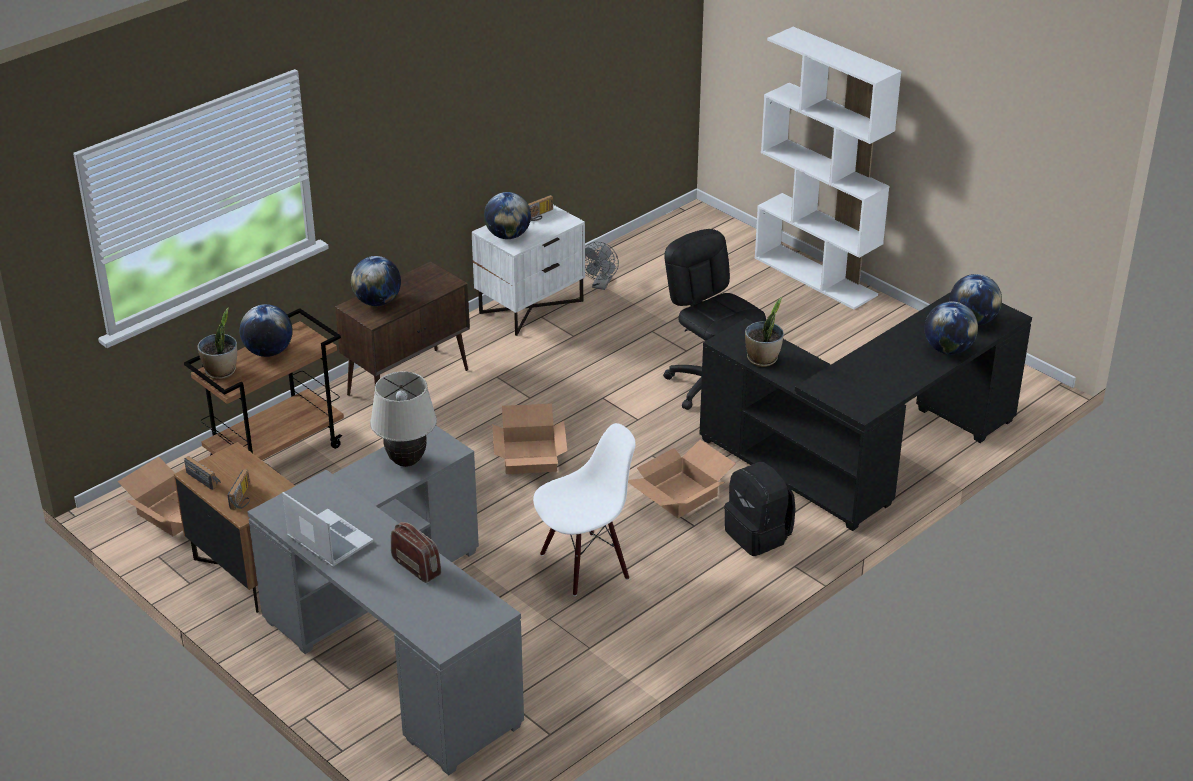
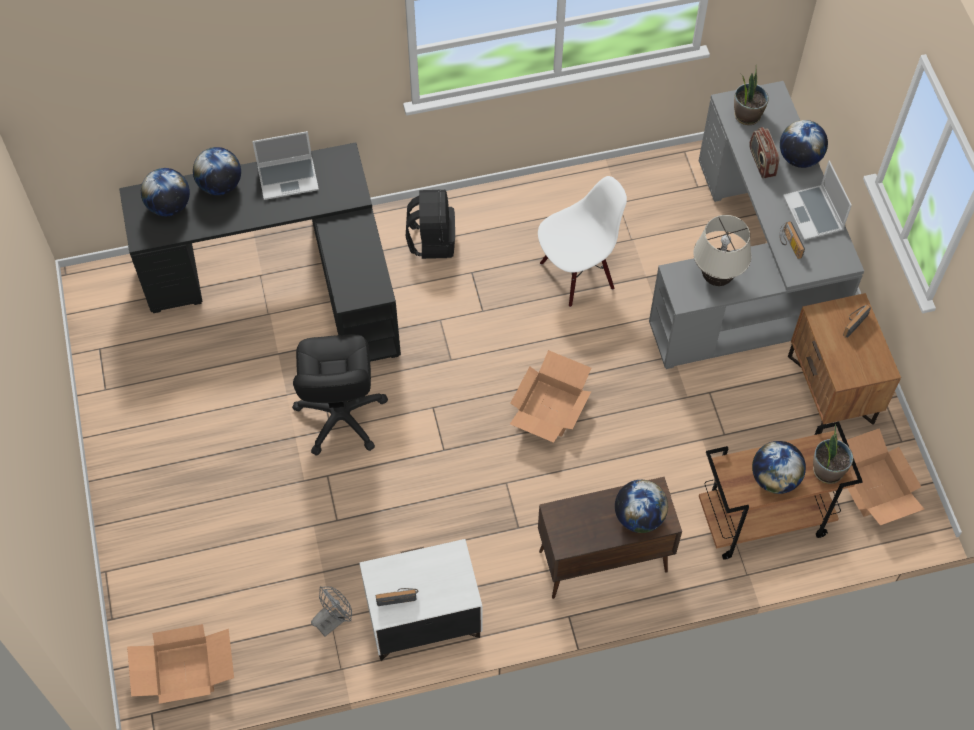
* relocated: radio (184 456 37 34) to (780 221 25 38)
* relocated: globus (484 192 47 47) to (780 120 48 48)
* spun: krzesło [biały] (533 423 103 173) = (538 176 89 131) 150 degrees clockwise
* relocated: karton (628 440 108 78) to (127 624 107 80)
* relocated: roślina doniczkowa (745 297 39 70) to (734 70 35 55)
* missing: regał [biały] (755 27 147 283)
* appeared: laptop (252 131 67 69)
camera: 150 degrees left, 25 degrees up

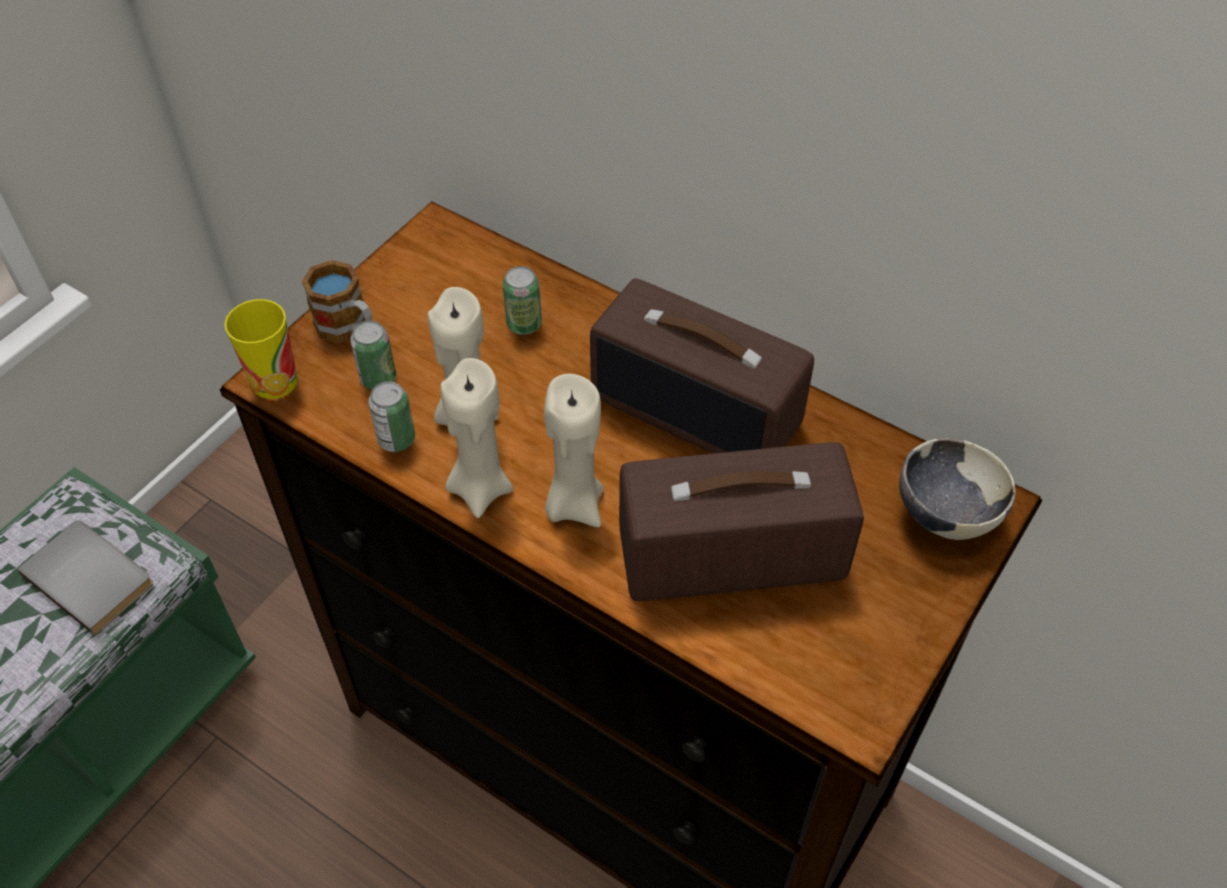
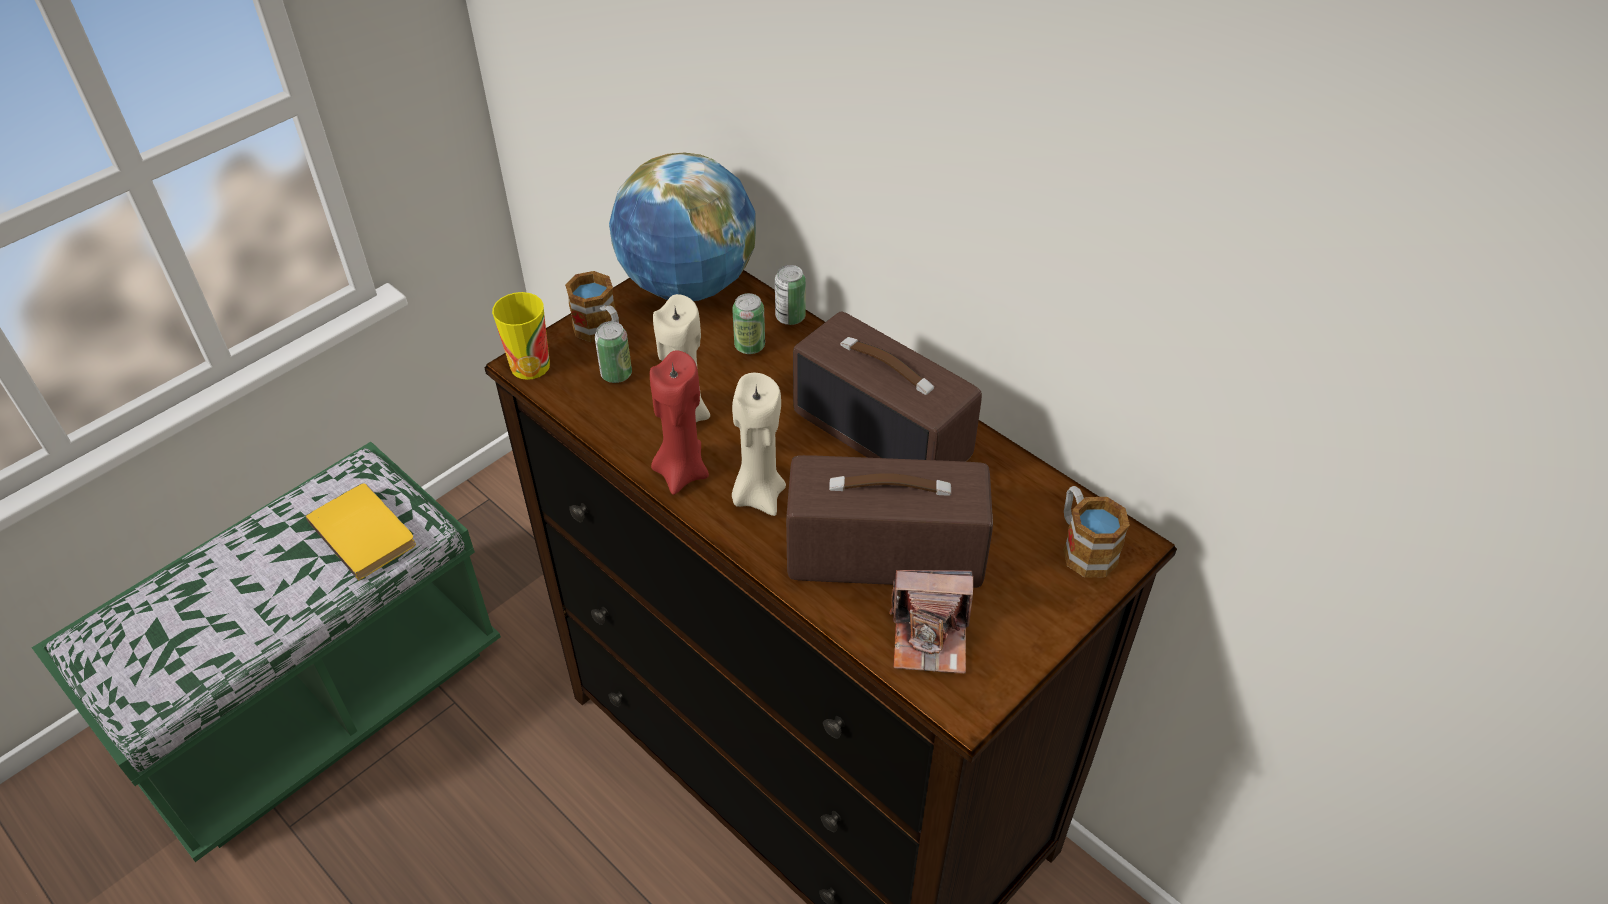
* colour: książka [szary] (17 520 136 116) to książka [żółty] (306 483 110 98)
* relocated: puszka (368 381 47 71) to (775 265 31 60)
* colour: świeca [beżowy] (440 358 73 160) to świeca [czerwony] (650 350 59 145)
* exchanged: miska (899 438 117 102) to kubek (1063 486 67 92)
* appeared: globus (609 152 147 149)
* appeared: aparat fotograficzny (889 570 84 104)
camera: 10 degrees right, 5 degrees down

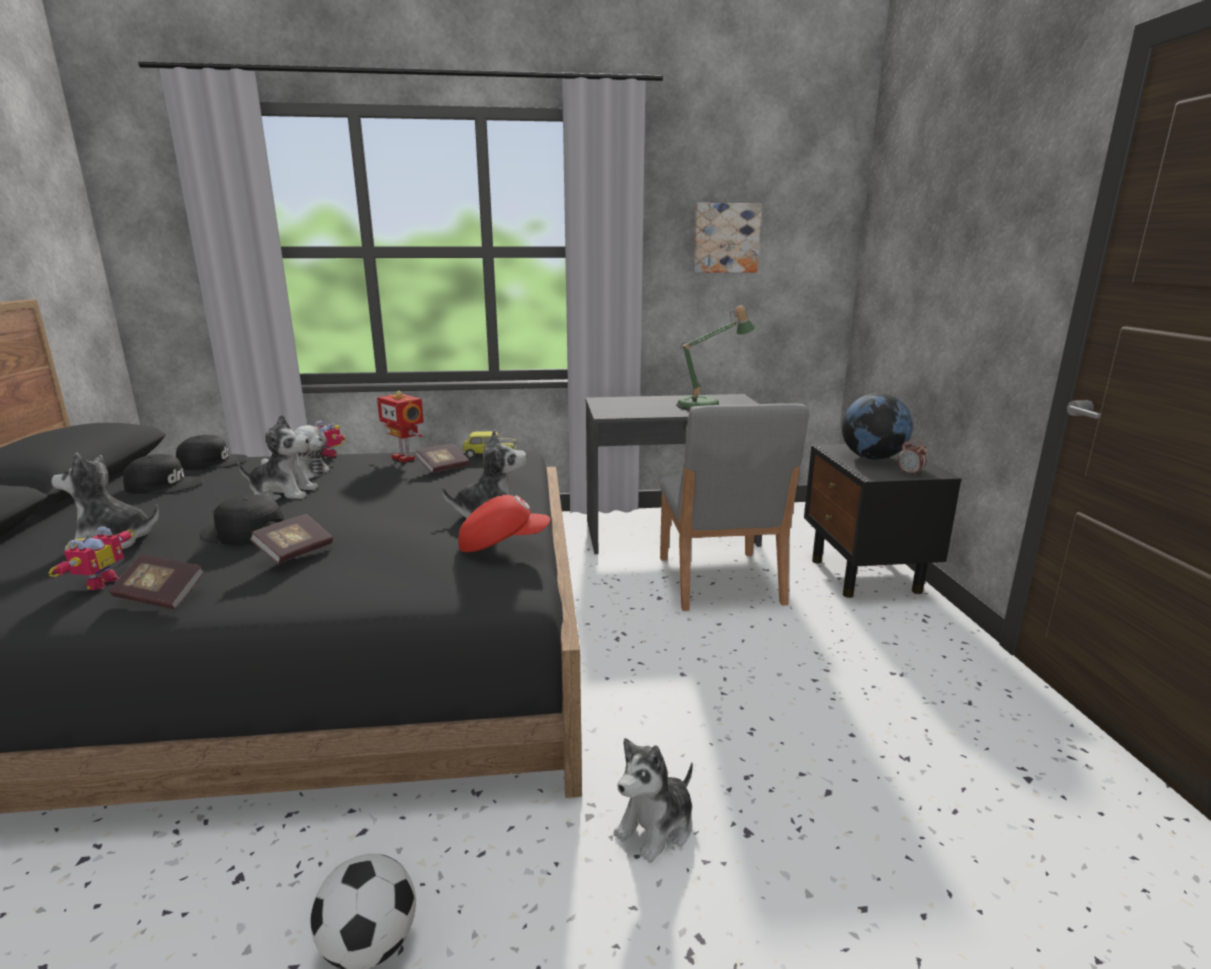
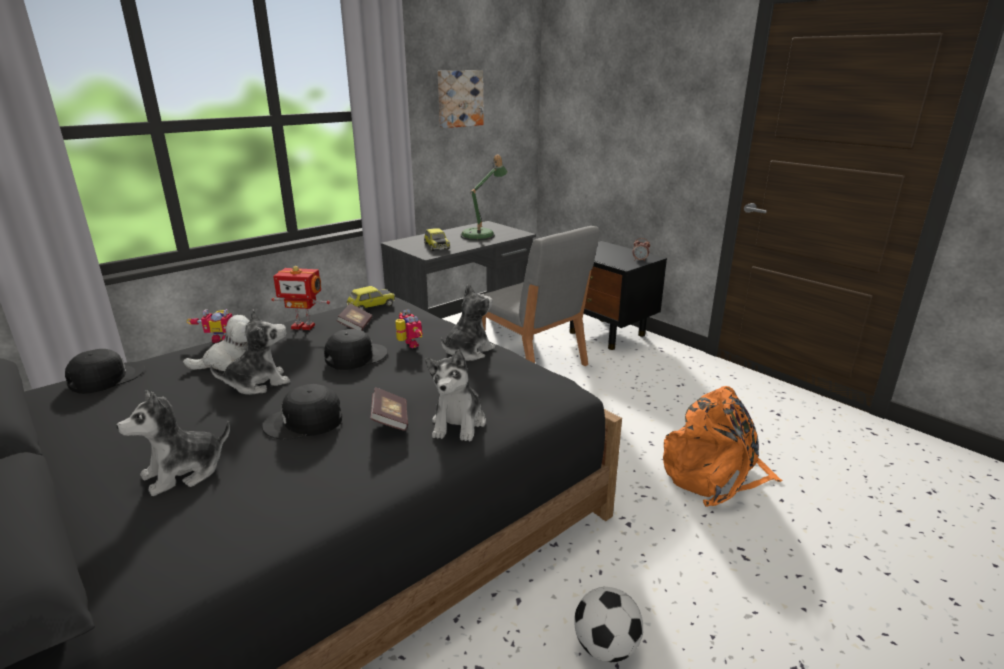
* relocated: robot zabawkowy (49 526 85 64) to (396 310 27 38)
* missing: książka (109 554 96 55)
* relocated: czapka z daszkiem [czarny] (123 454 80 40) to (324 329 64 41)
* missing: czapka z daszkiem [czerwony] (458 495 92 57)
* relocated: pluszak (613 738 80 125) to (425 349 61 92)
* missing: globus (842 393 71 67)
* appeared: samochodzik (424 228 26 23)
* appeared: plecak [pomarańczowy] (663 386 120 121)
camera: 35 degrees left, 5 degrees up

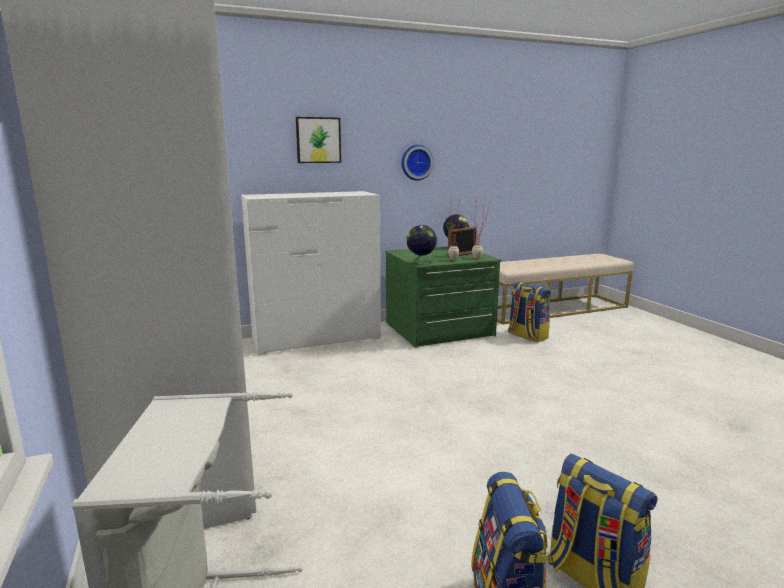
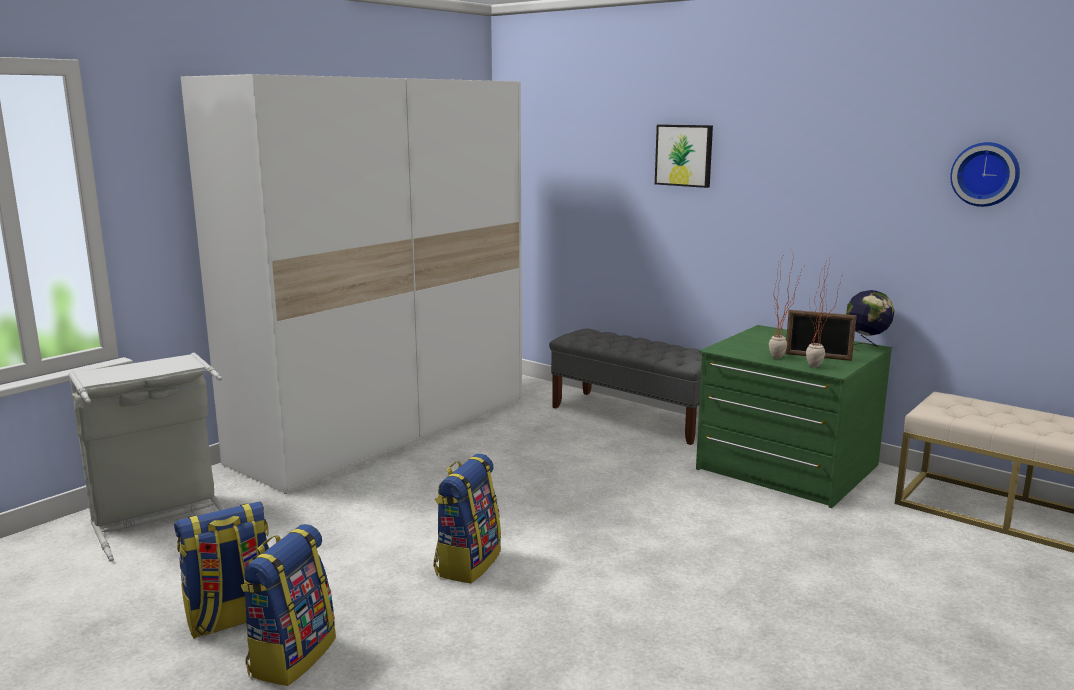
* exchanged: komoda [biały] (241 191 140 164) to ławka [szary] (549 328 153 117)
* relocated: zegar ścienny (402 145 31 36) to (950 142 70 65)
* missing: globus (407 225 30 40)
* relocated: plecak (508 282 42 61) to (433 454 68 129)
camera: 60 degrees right, 0 degrees up

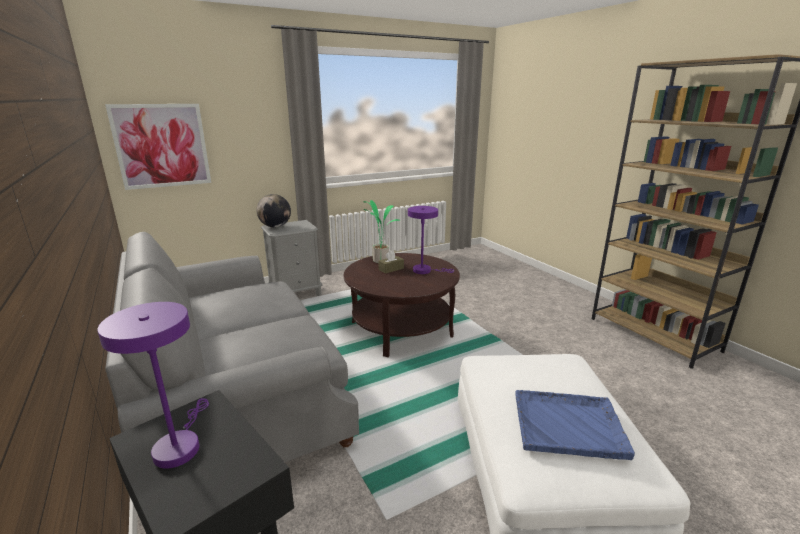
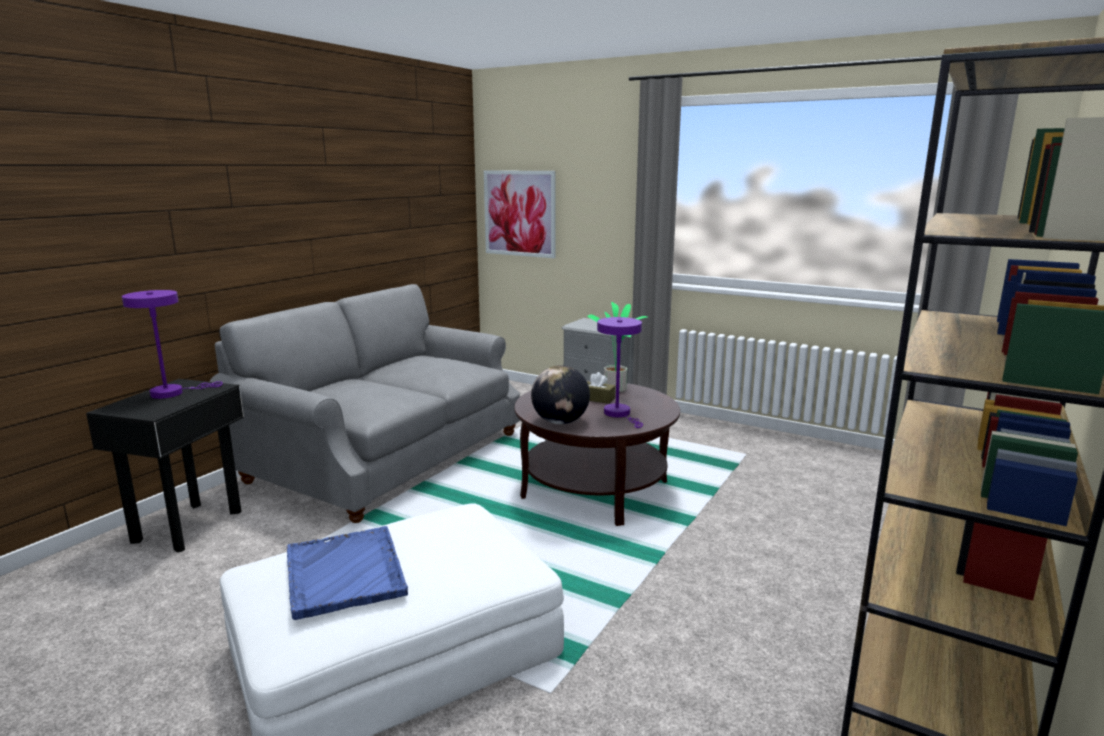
* relocated: globus (257 194 34 33) to (531 365 59 59)
camera: 60 degrees right, 5 degrees down

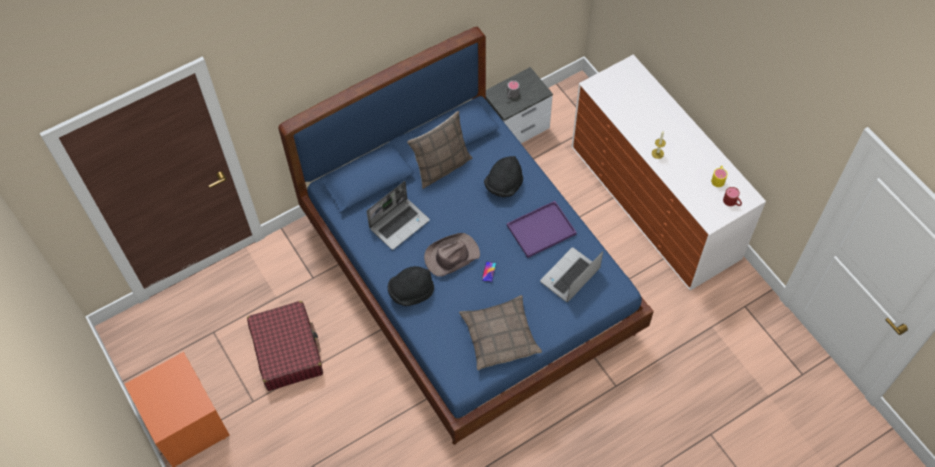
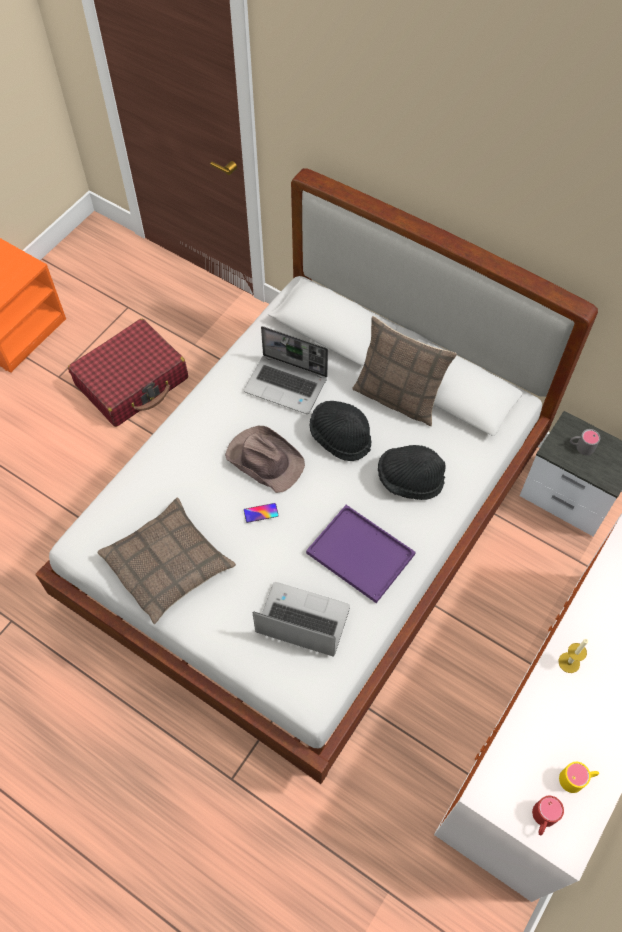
* colour: łóżko [niebieski] (278 27 376 418) to łóżko [biały] (35 168 563 616)
* relocated: kapelusz [czarny] (388 266 46 40) to (309 401 63 60)
camera: 65 degrees right, 0 degrees up

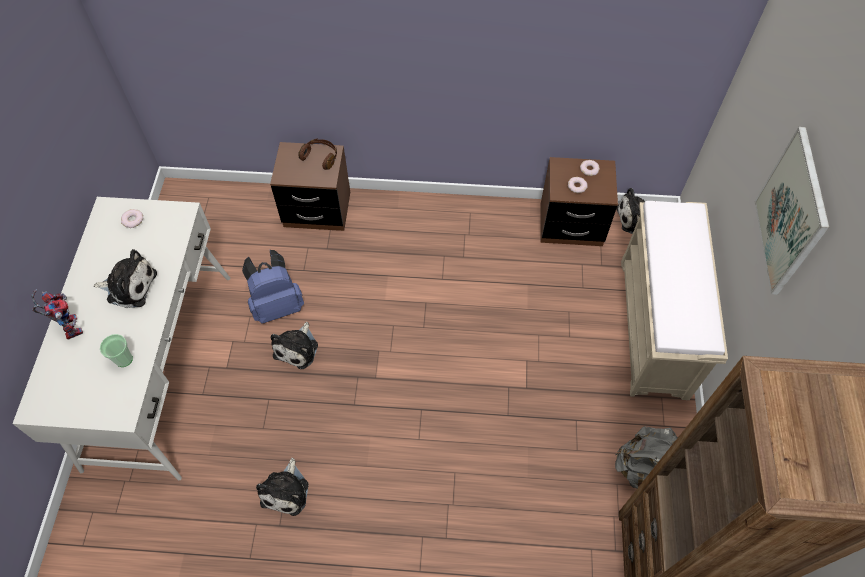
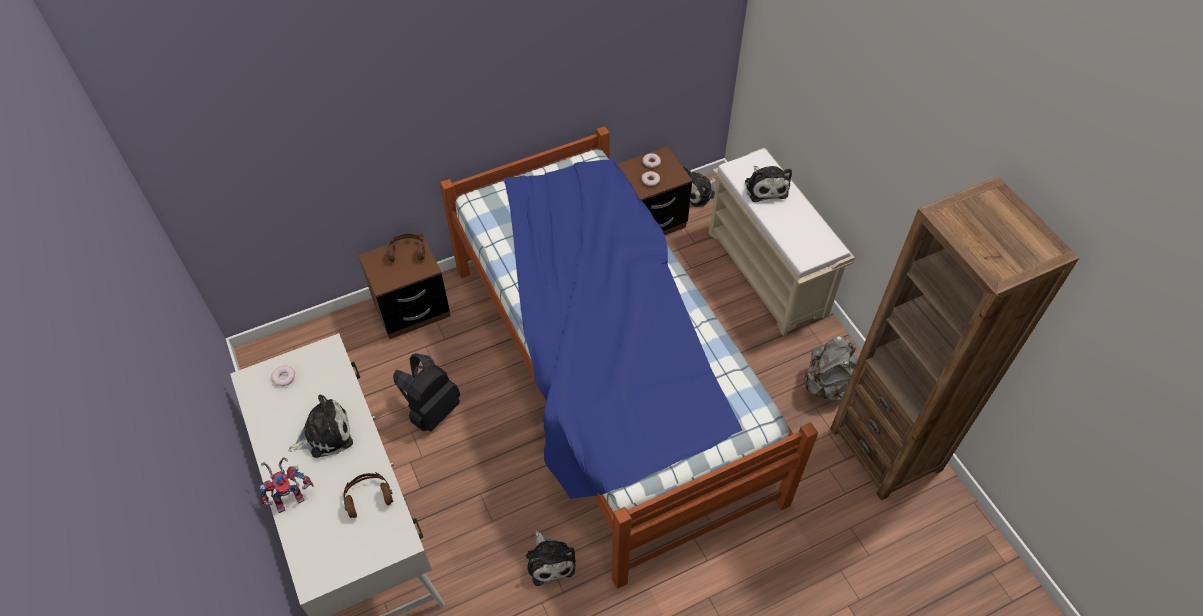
* spun: robot zabawkowy (31 289 52 50) = (260 457 54 56) 120 degrees clockwise
* exchanged: filiżanka (100 334 33 33) to słuchawki [brązowy] (344 472 49 46)
* colour: plecak [niebieski] (242 250 62 74) to plecak [czarny] (393 353 67 79)
* relocated: pluszak (271 322 47 47) to (745 166 47 36)
* missing: obraz (754 127 75 168)
* appeared: łóżko (440 126 378 463)
camera: 30 degrees left, 5 degrees down

